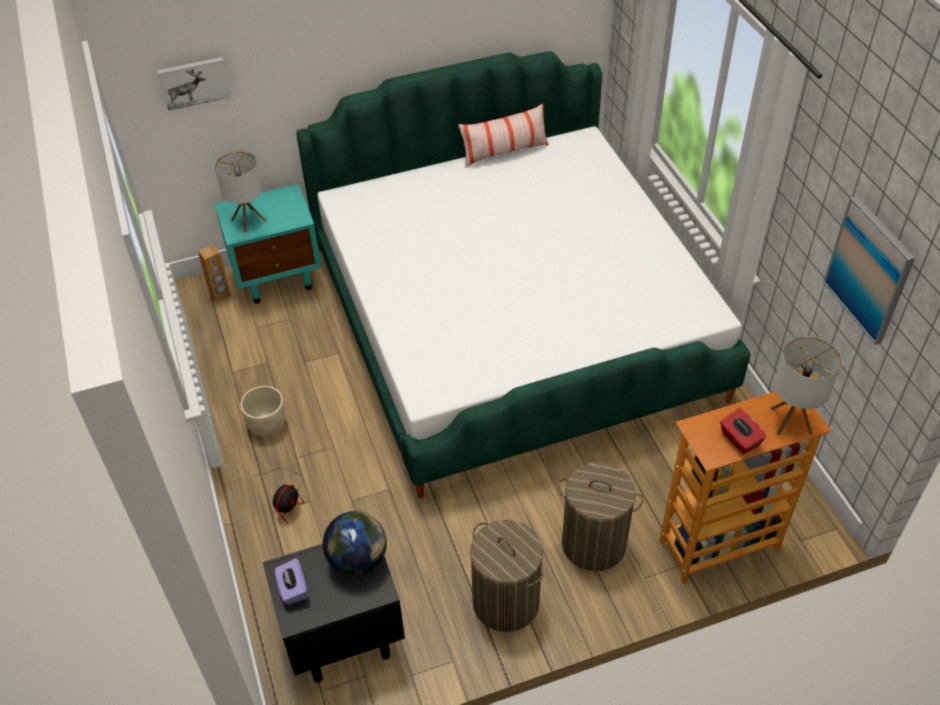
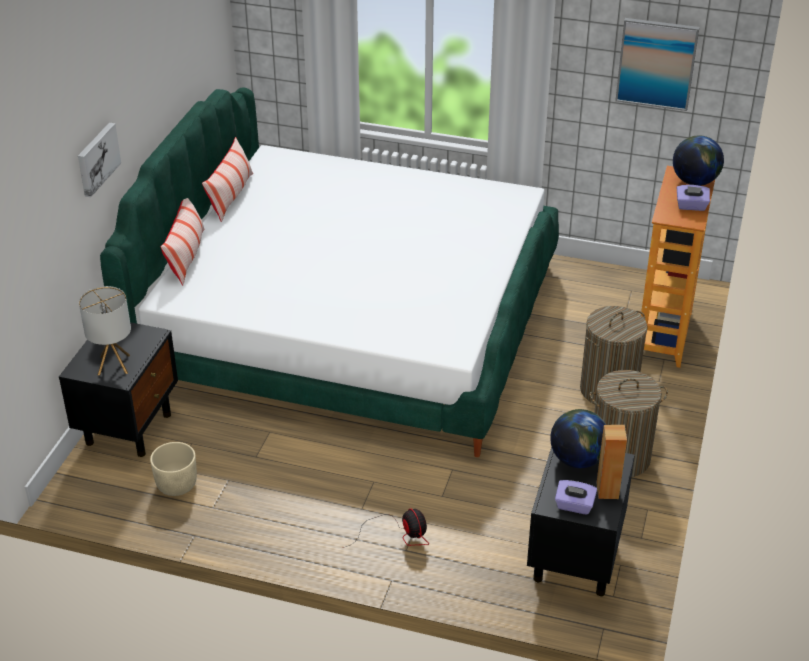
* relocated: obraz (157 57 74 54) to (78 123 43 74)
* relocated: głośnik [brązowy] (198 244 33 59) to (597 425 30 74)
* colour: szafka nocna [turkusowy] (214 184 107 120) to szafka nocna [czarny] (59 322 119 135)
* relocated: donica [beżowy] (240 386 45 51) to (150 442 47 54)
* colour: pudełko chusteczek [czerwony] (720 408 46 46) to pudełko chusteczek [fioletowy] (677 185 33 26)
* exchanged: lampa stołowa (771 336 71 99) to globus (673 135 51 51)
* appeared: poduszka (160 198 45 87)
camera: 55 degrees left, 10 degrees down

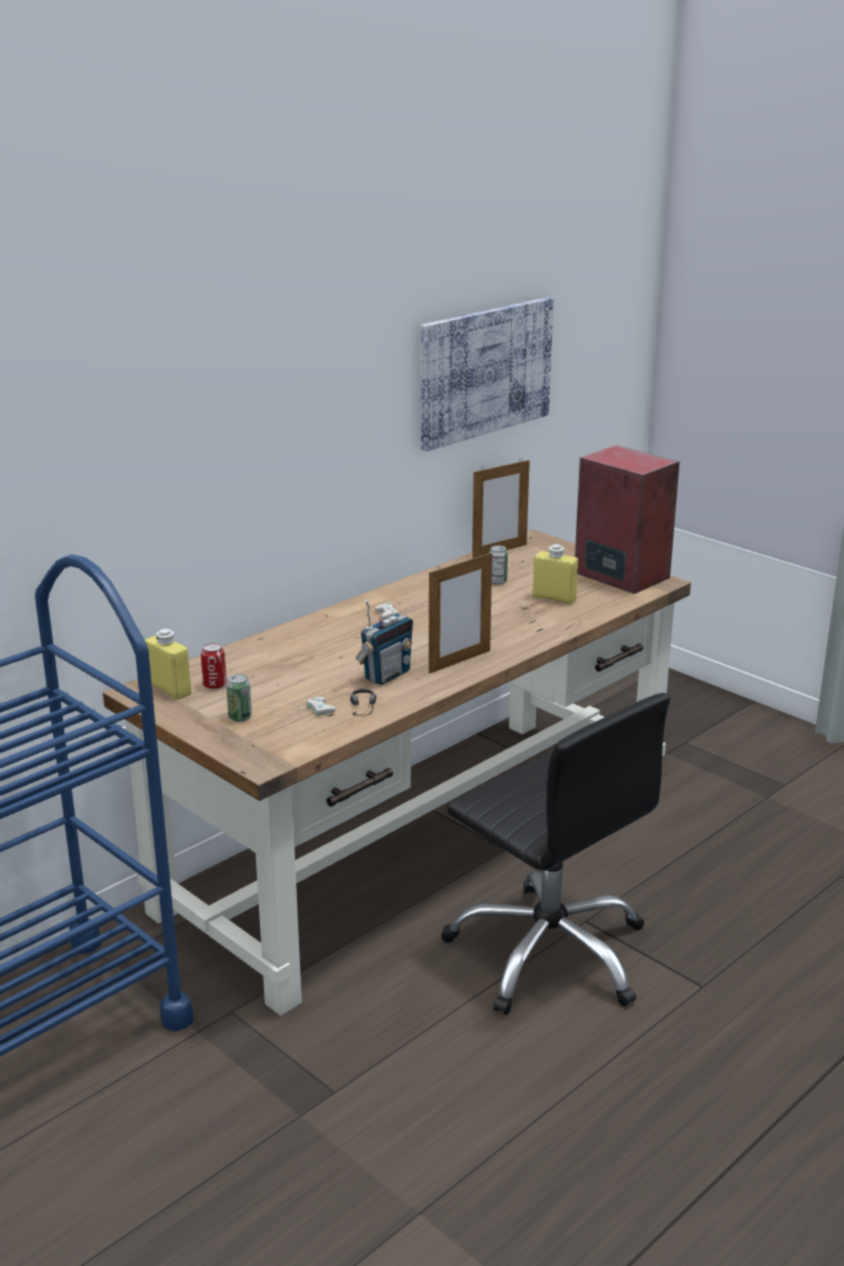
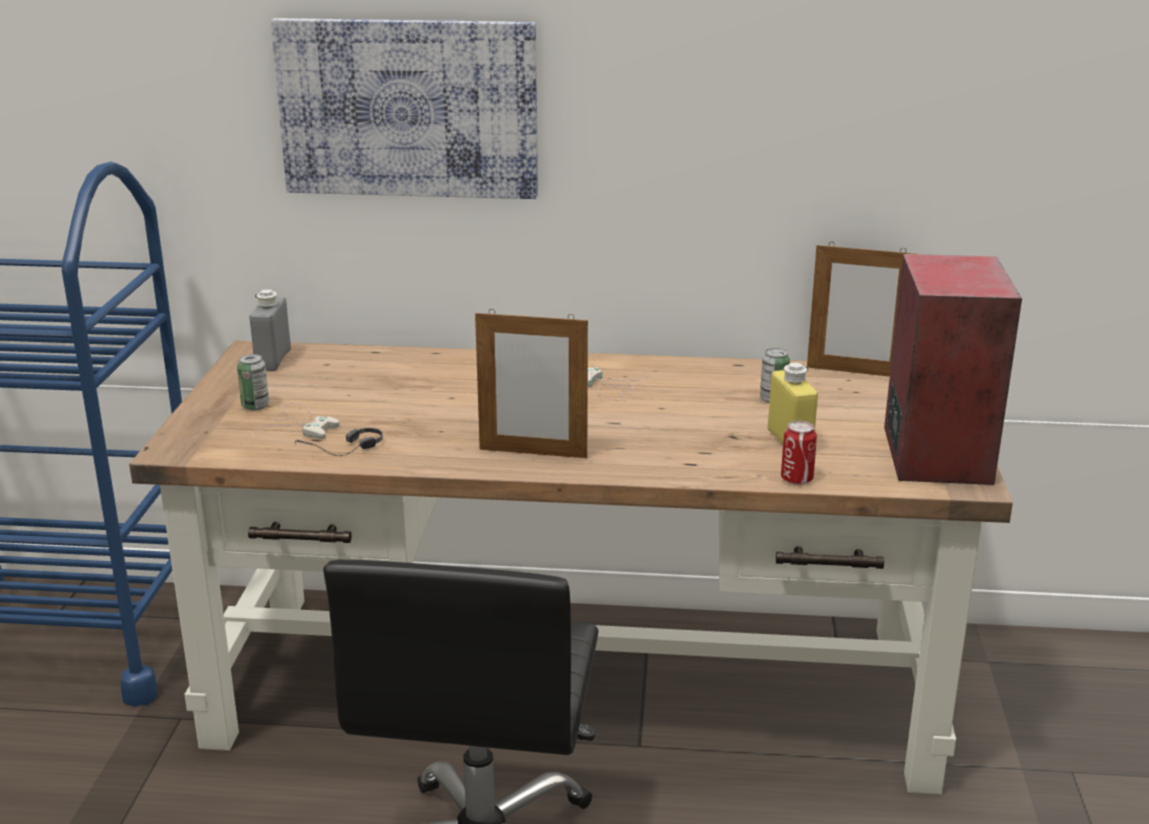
* colour: butelka [żółty] (145 629 46 71) to butelka [szary] (250 289 41 82)
* relocated: puszka (201 643 26 46) to (781 421 36 64)
* missing: radio (356 600 57 85)
* relocated: obraz (420 297 133 154) to (271 18 267 181)
camera: 50 degrees right, 0 degrees up

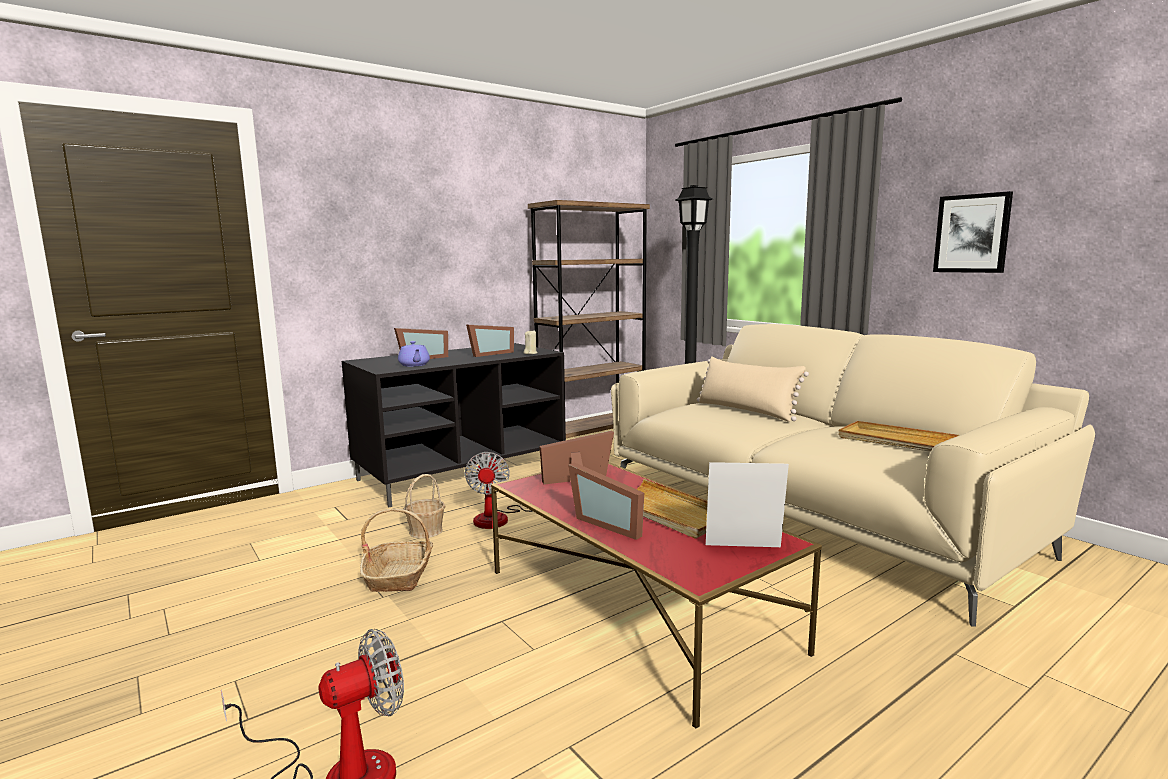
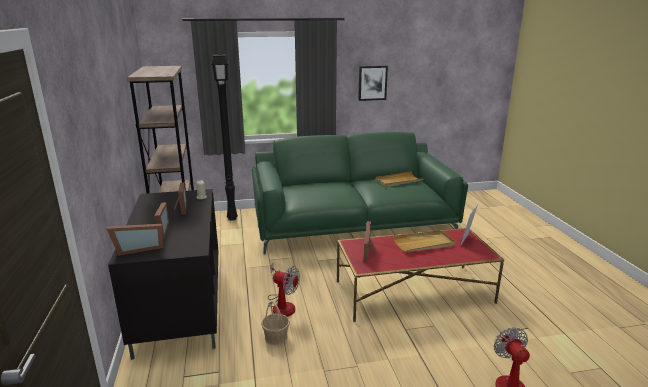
* missing: koszyk (360 509 73 83)
* missing: imbryk [fioletowy] (398 341 32 26)
* relocated: ramka na zdjęcie (568 462 76 78) to (106 224 58 32)
* colour: kanapa [beżowy] (611 324 484 303) to kanapa [zielony] (252 132 216 123)
* missing: poduszka [beżowy] (697 356 112 66)
camera: 65 degrees left, 10 degrees up

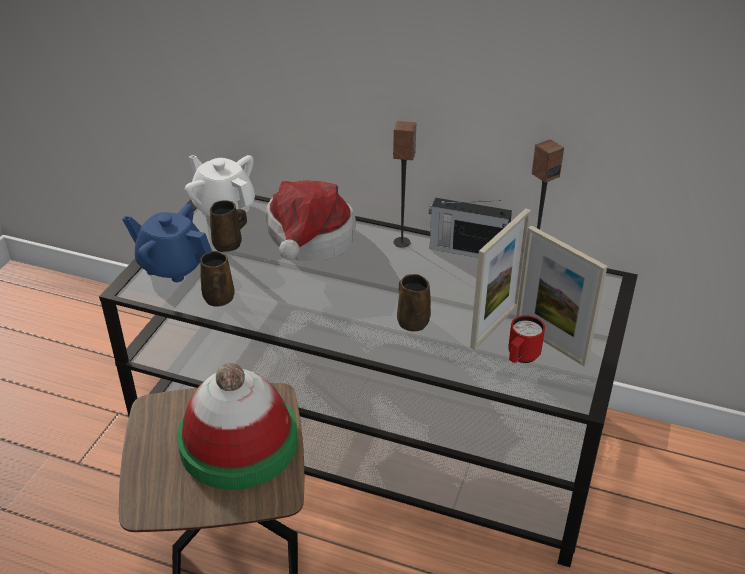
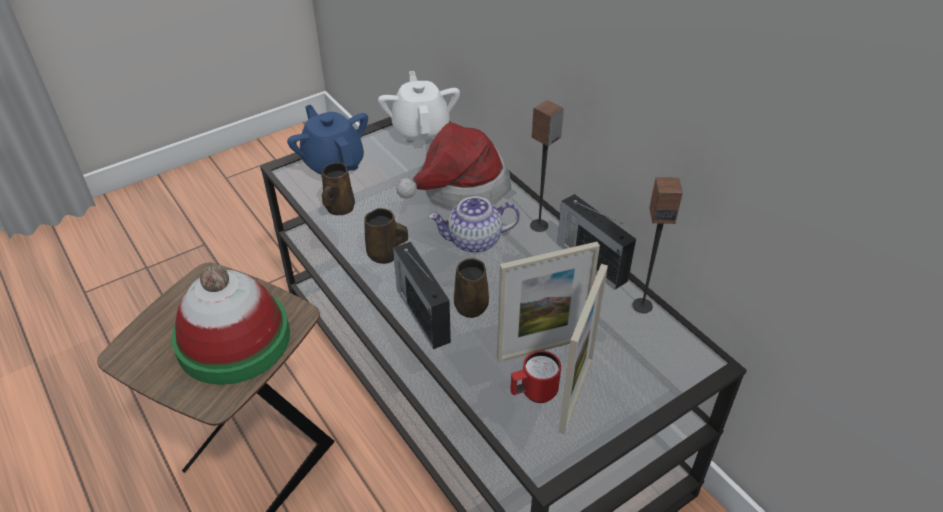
* relocated: kubek [brązowy] (210 200 37 52) to (364 208 44 56)
* spun: ramka na zdjęcie (516 225 91 142) = (558 264 50 170) 150 degrees counterclockwise
* appeared: radio (393 242 58 107)
* appeared: imbryk (429 197 91 56)
camera: 35 degrees right, 5 degrees up

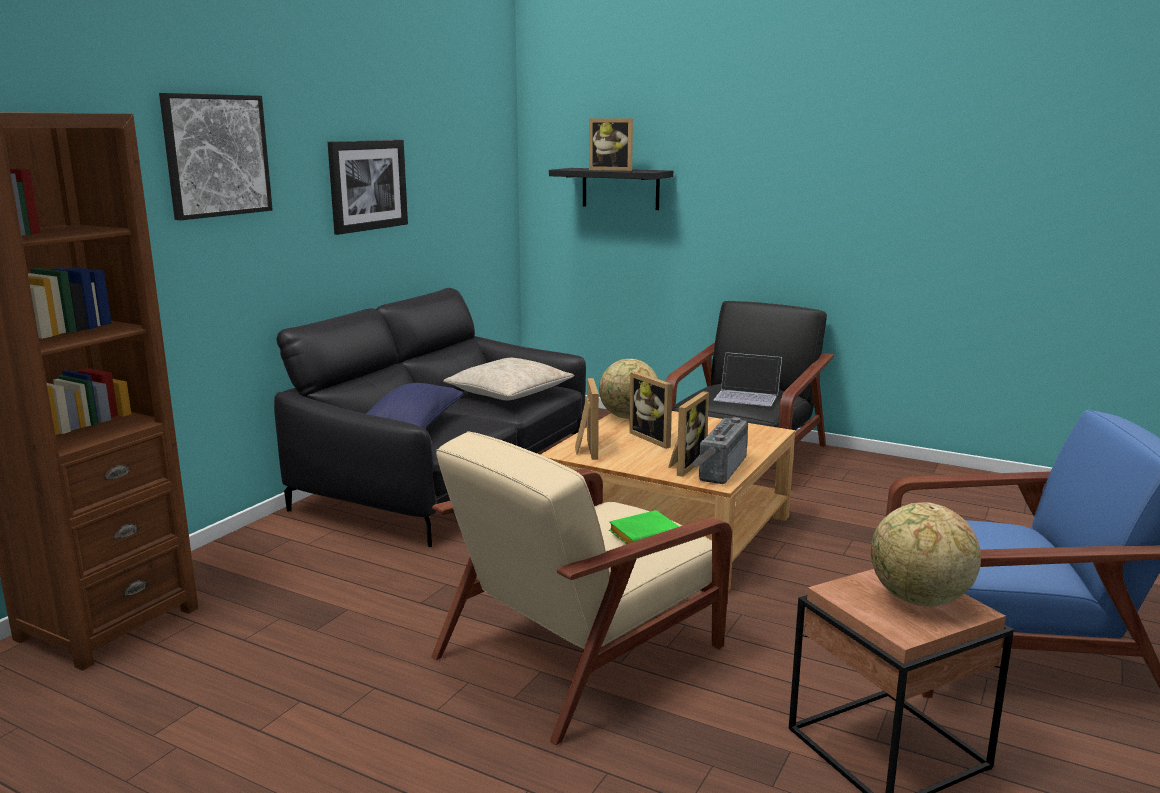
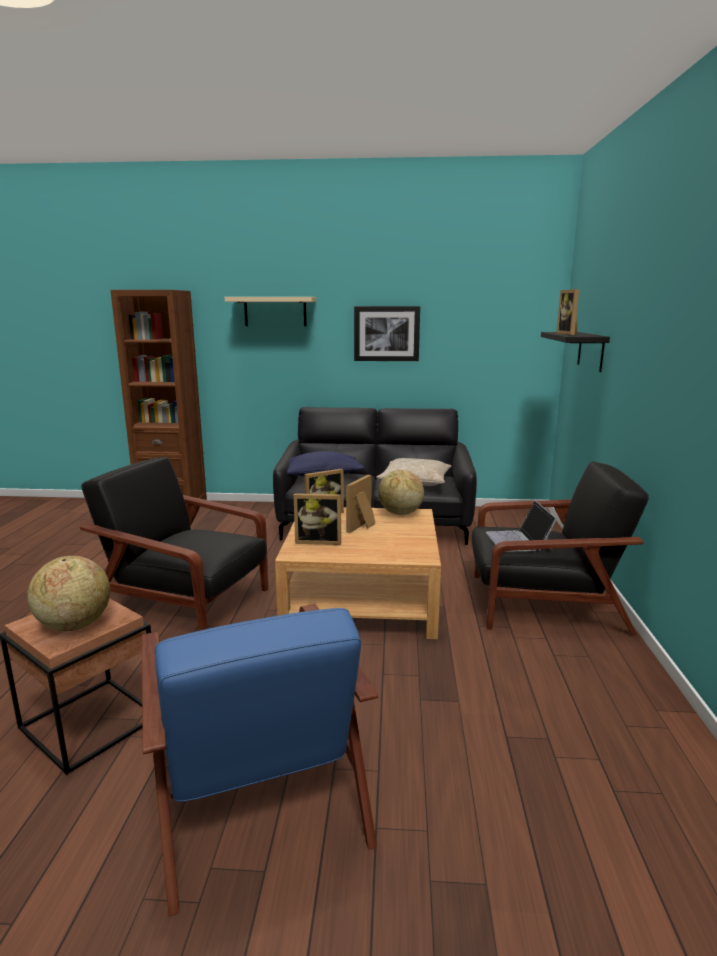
* exchanged: obraz (159 93 114 127) to półka [beżowy] (224 297 92 29)
* colour: fotel [beżowy] (431 431 301 314) to fotel [czarny] (80 457 188 174)
* missing: książka [zielony] (609 510 70 34)
* missing: radio (692 417 56 67)
camera: 65 degrees right, 0 degrees up

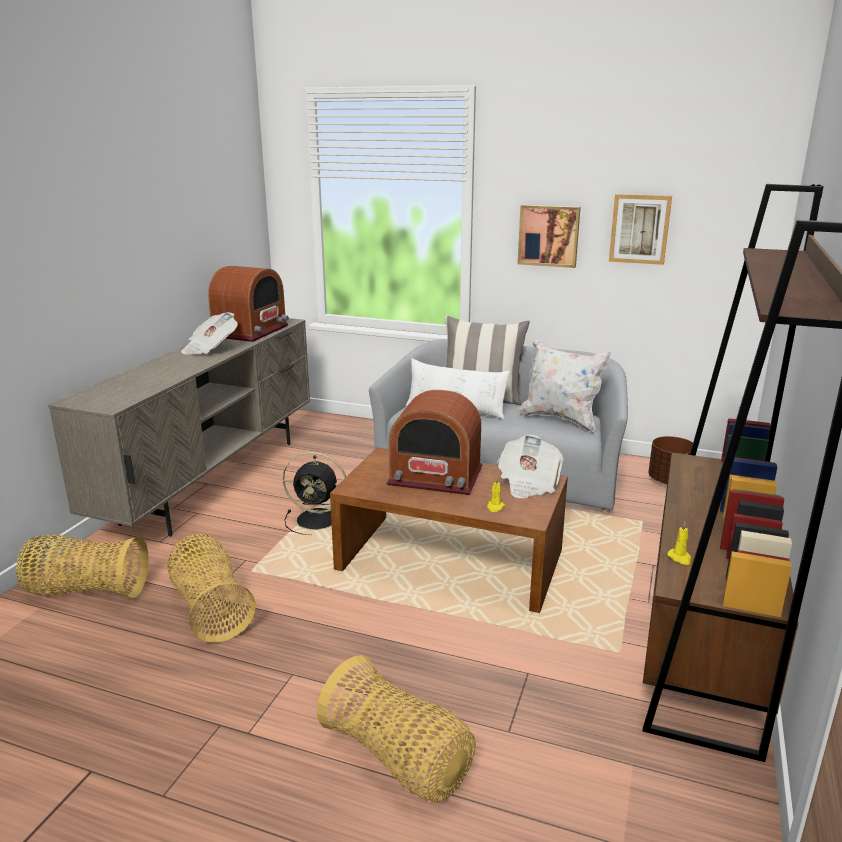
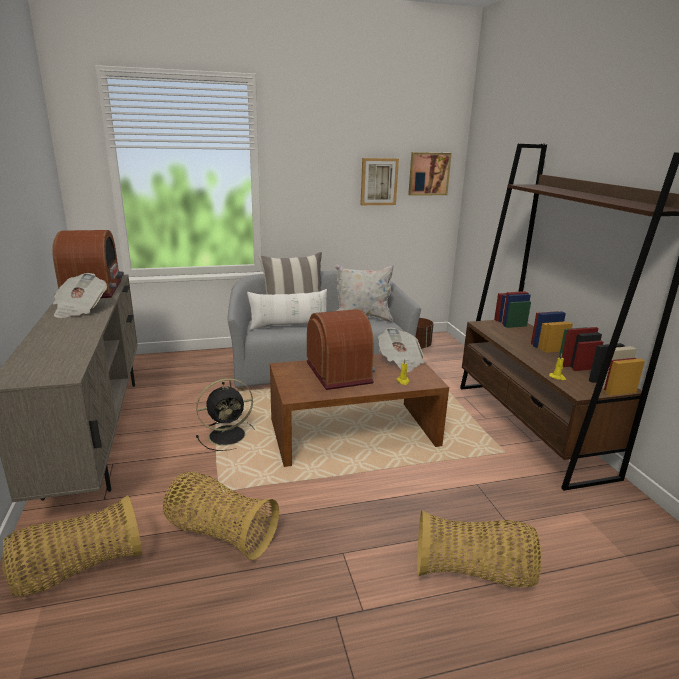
* spun: radio (387 390 96 105) = (307 309 68 81) 90 degrees counterclockwise
* relocated: obraz (518 205 63 63) to (408 152 44 43)
camera: 35 degrees left, 0 degrees up

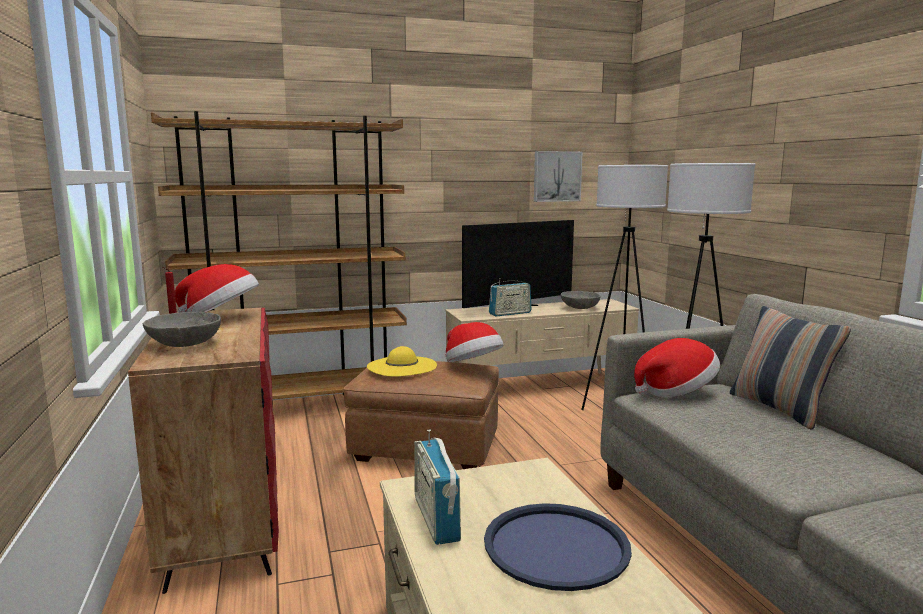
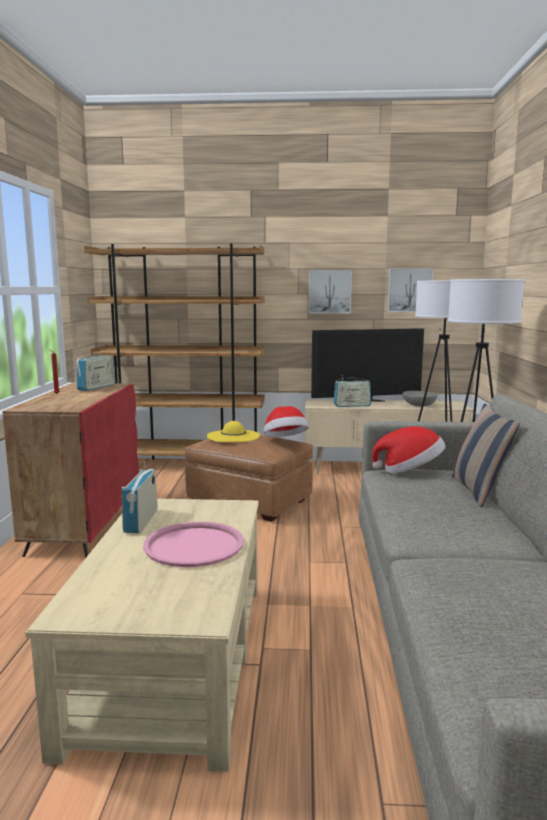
* missing: miska [szary] (143 312 78 35)
* exchanged: kapelusz (175 264 84 49) to radio (76 351 39 40)
* colour: taca [niebieski] (484 503 148 88) to taca [różowy] (143 522 101 45)
* appeared: obraz (308 270 44 44)
camera: 20 degrees right, 0 degrees up

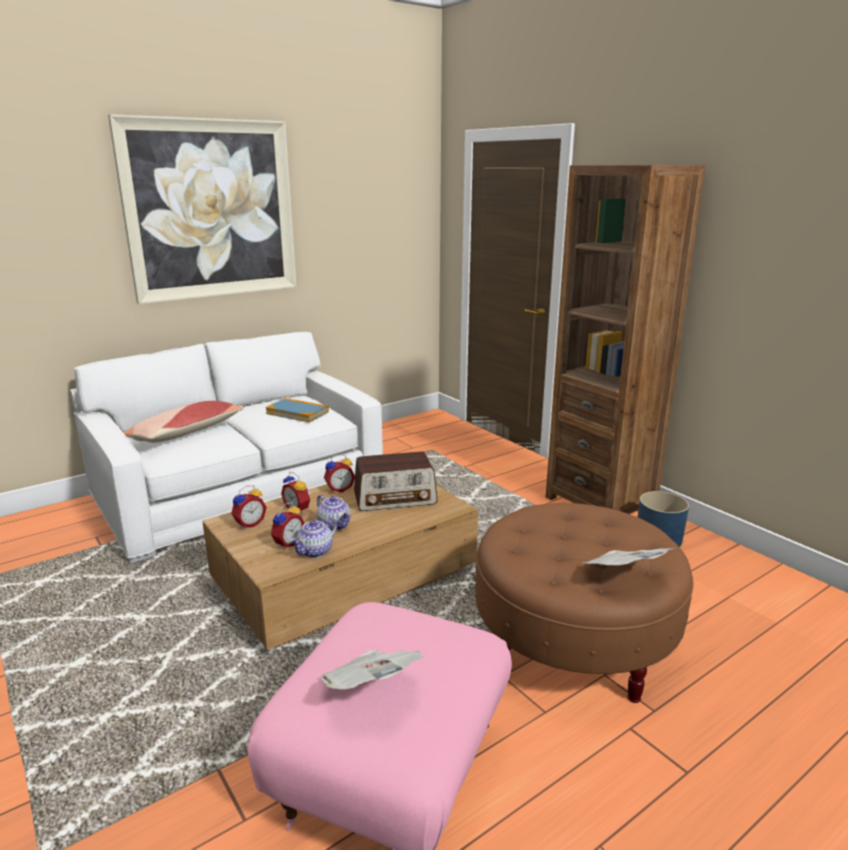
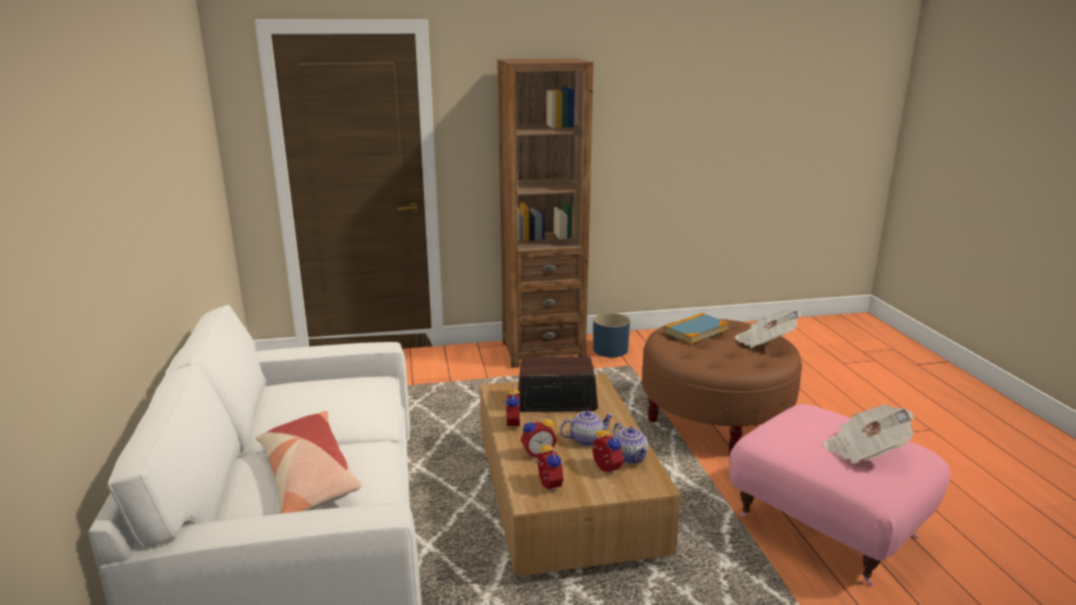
* missing: obraz (108 114 188 190)
* relocated: książka (265 398 64 25) to (664 313 65 31)
* spun: radio (354 451 84 60) = (518 356 80 56) 105 degrees counterclockwise
camera: 65 degrees left, 0 degrees up

